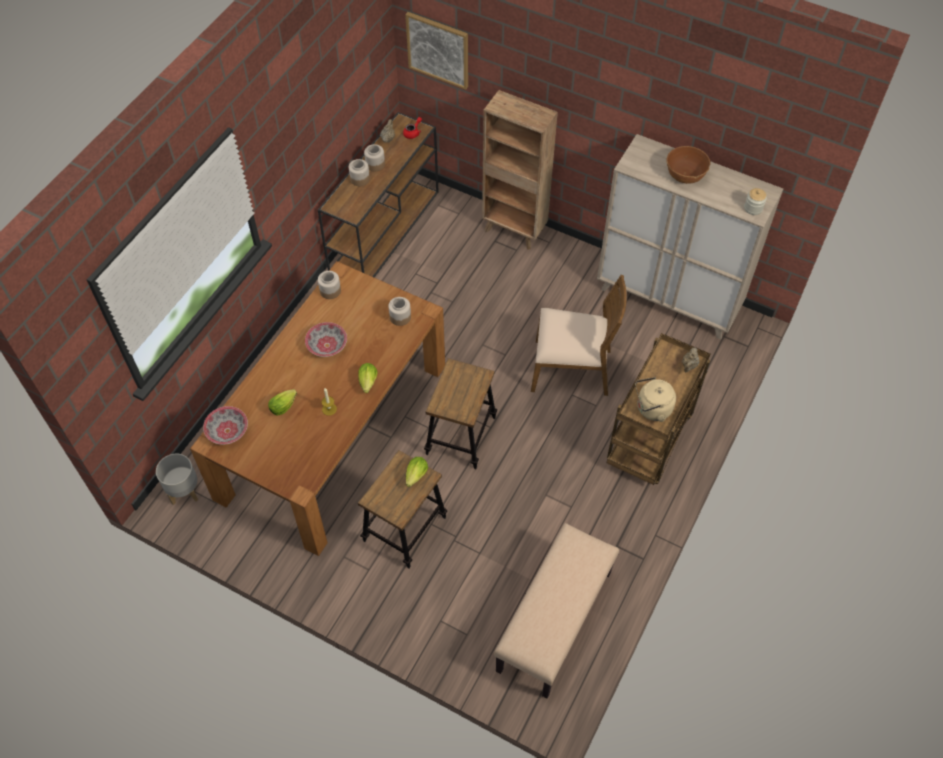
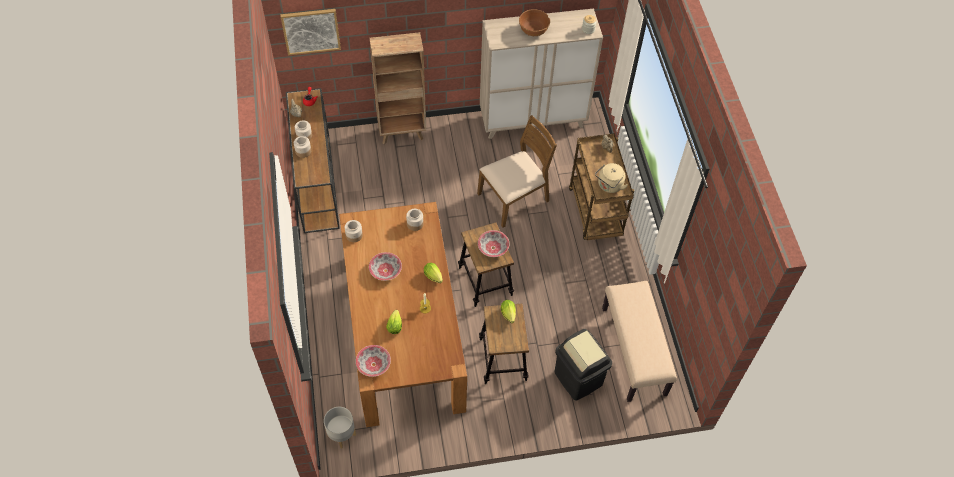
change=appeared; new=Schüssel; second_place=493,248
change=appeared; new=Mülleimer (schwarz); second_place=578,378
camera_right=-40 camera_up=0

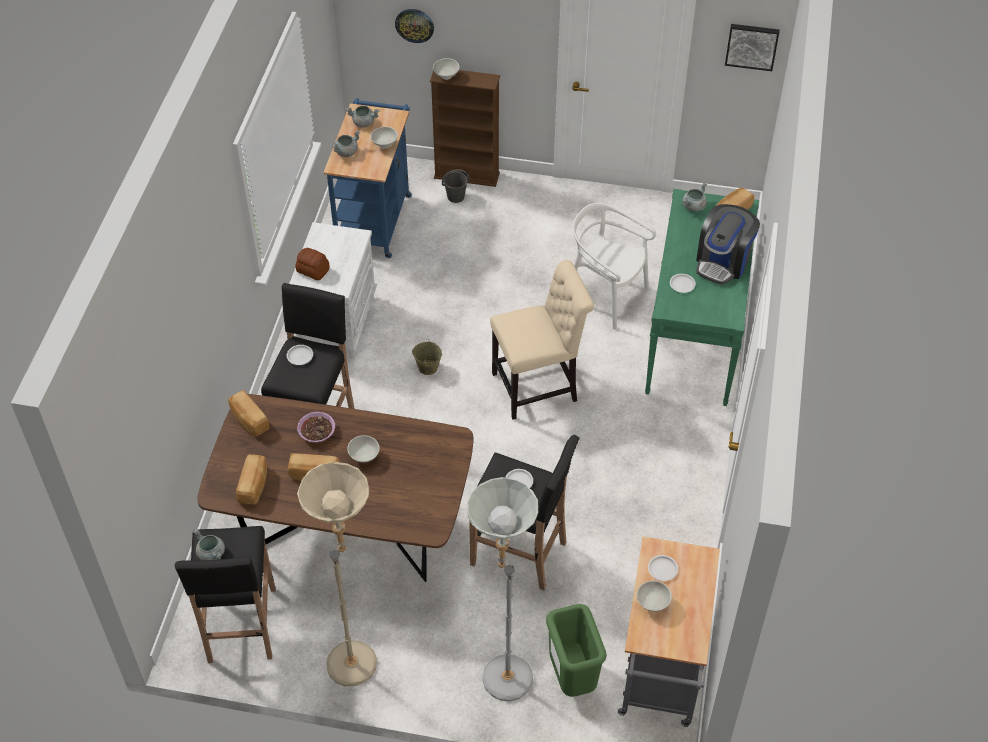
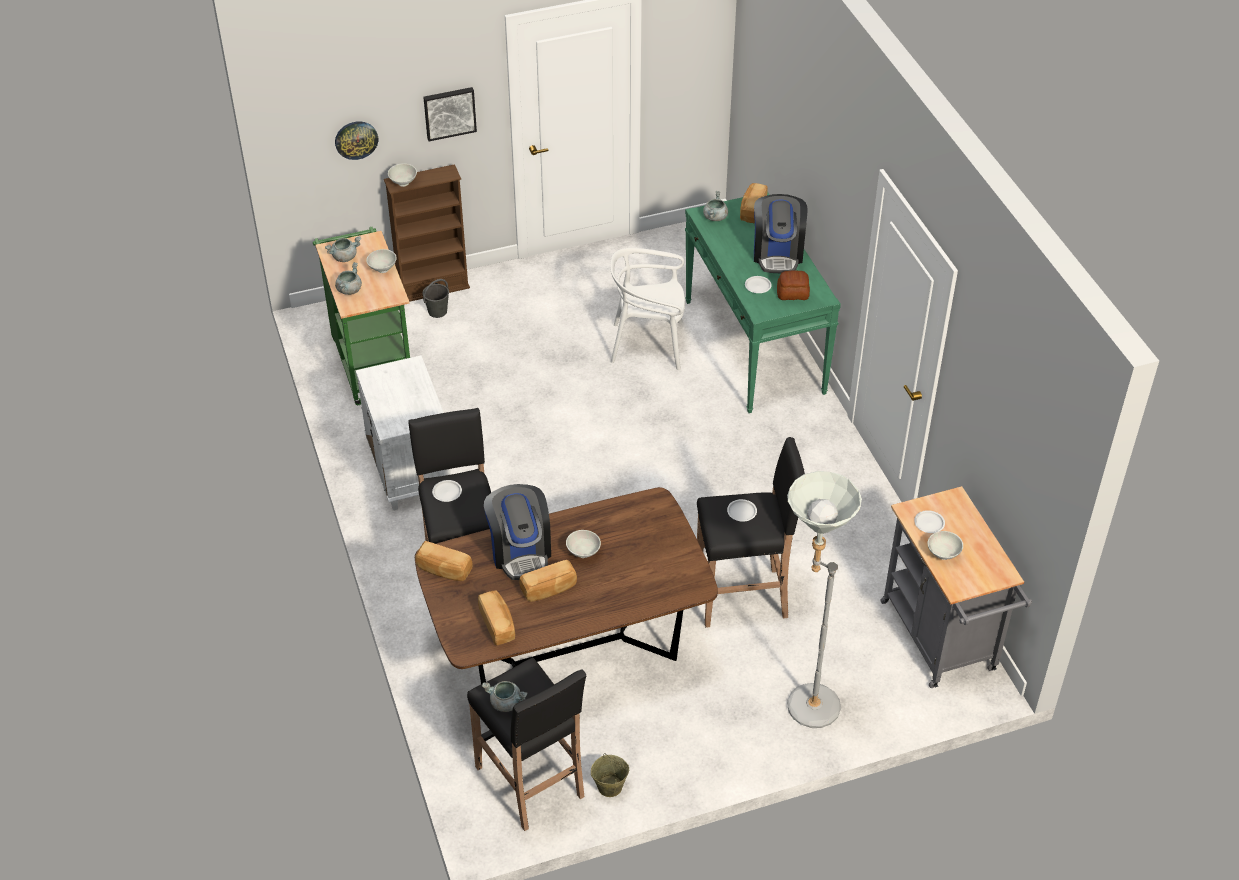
change=colour; old=Rollwagen (blau); new=Rollwagen (grün); first_place=375,218; second_place=371,361
change=relocated; old=Bild; first_place=752,45; second_place=449,112
change=exchanged; old=Schüssel; new=Kaffeemaschine; first_place=317,432; second_place=520,551
change=relocated; old=Eimer (beige); first_place=427,367; second_place=609,786
change=relocated; old=Brot; first_place=313,270; second_place=793,294
change=missing; old=Stehlampe (beige); first_place=355,654
change=missing; old=Stuhl (beige); first_place=539,386
change=missing; old=Mülleimer (grün); first_place=571,678
camera_right=-30 camera_up=-5

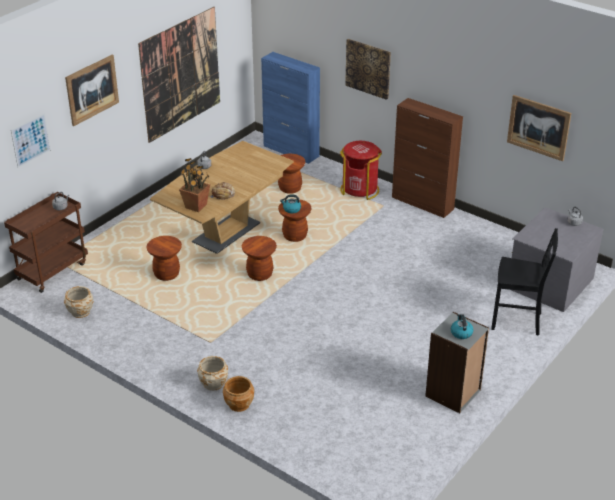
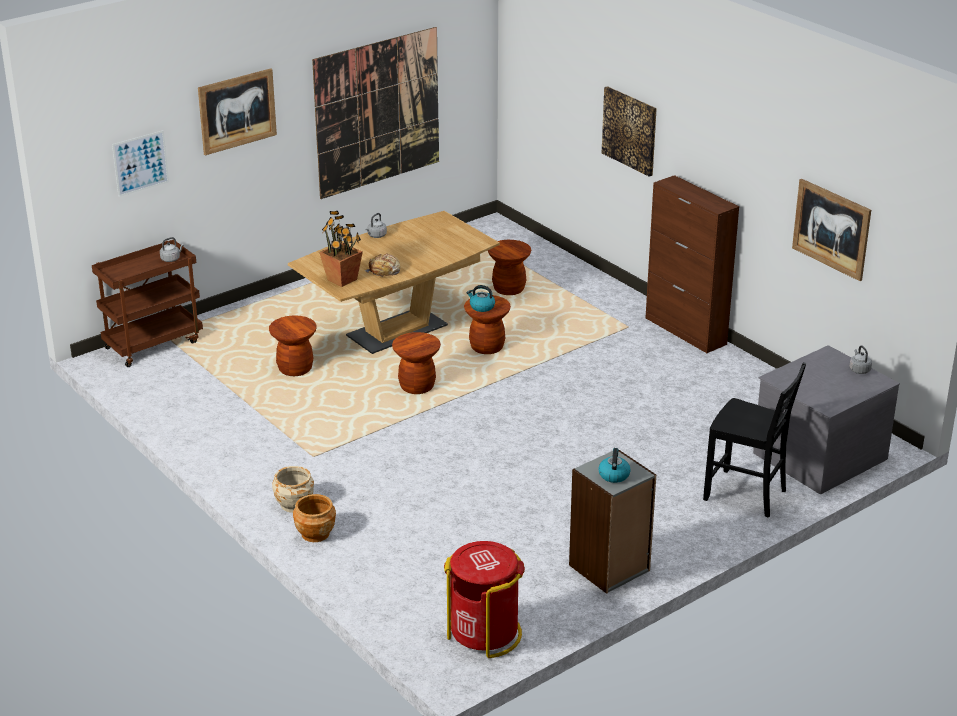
change=relocated; old=Mülleimer (rot); first_place=359,190; second_place=485,633
change=missing; old=Pflanzkübel (beige); first_place=80,312
change=missing; old=Schrank (blau); first_place=291,151
camera_right=15 camera_up=-5

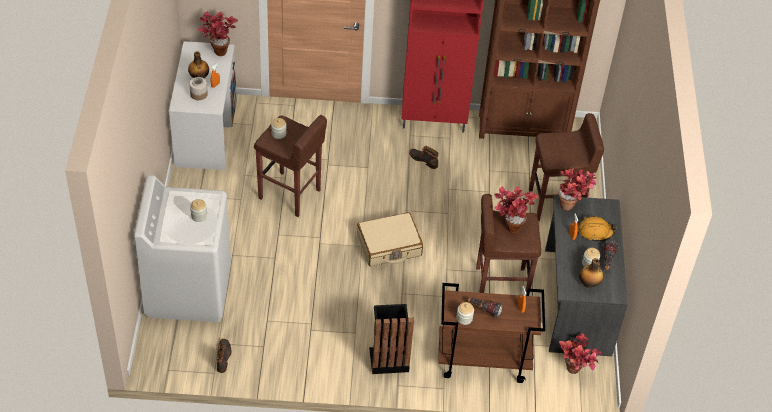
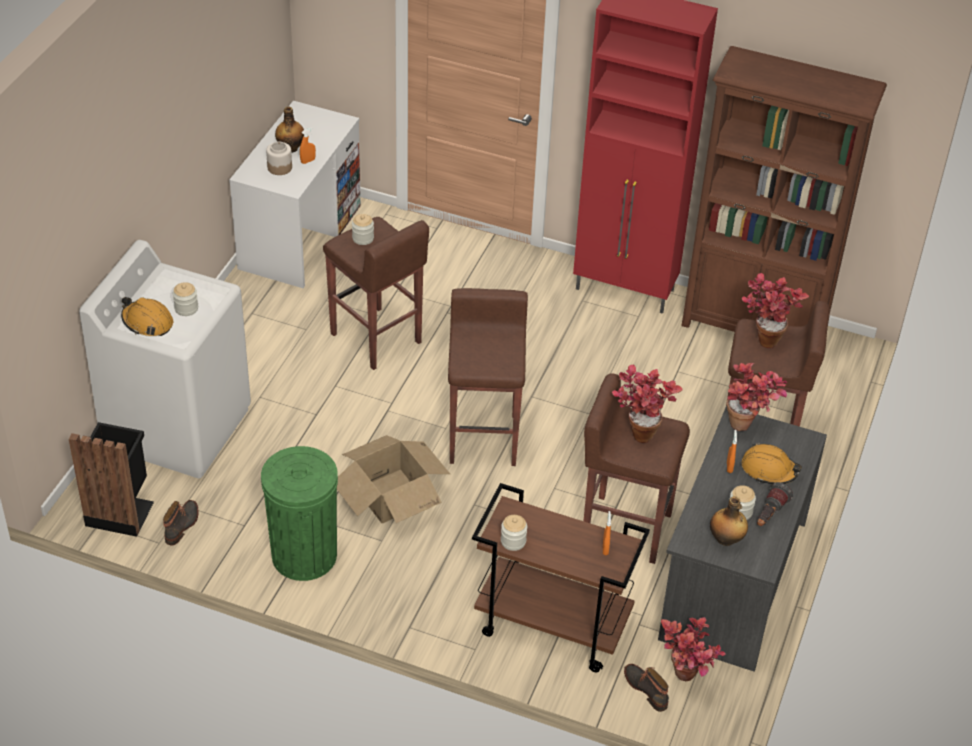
change=relocated; old=Mülleimer (schwarz); first_place=388,357; second_place=120,511
change=appeared; new=Schutzhelm (orange); second_place=147,322
change=appeared; new=Mülleimer (grün); second_place=304,555
change=appeared; new=Karton; second_place=391,495
change=exchanged; old=Koffer (beige); new=Hocker (braun); first_place=389,246; second_place=484,437
change=relocated; old=Stiefel; first_place=424,159; second_place=646,689
change=relocated; old=Topfpflanze; first_place=218,49; second_place=764,337
change=missing; old=Taschenlampe; first_place=483,310
camera_right=20 camera_up=-5

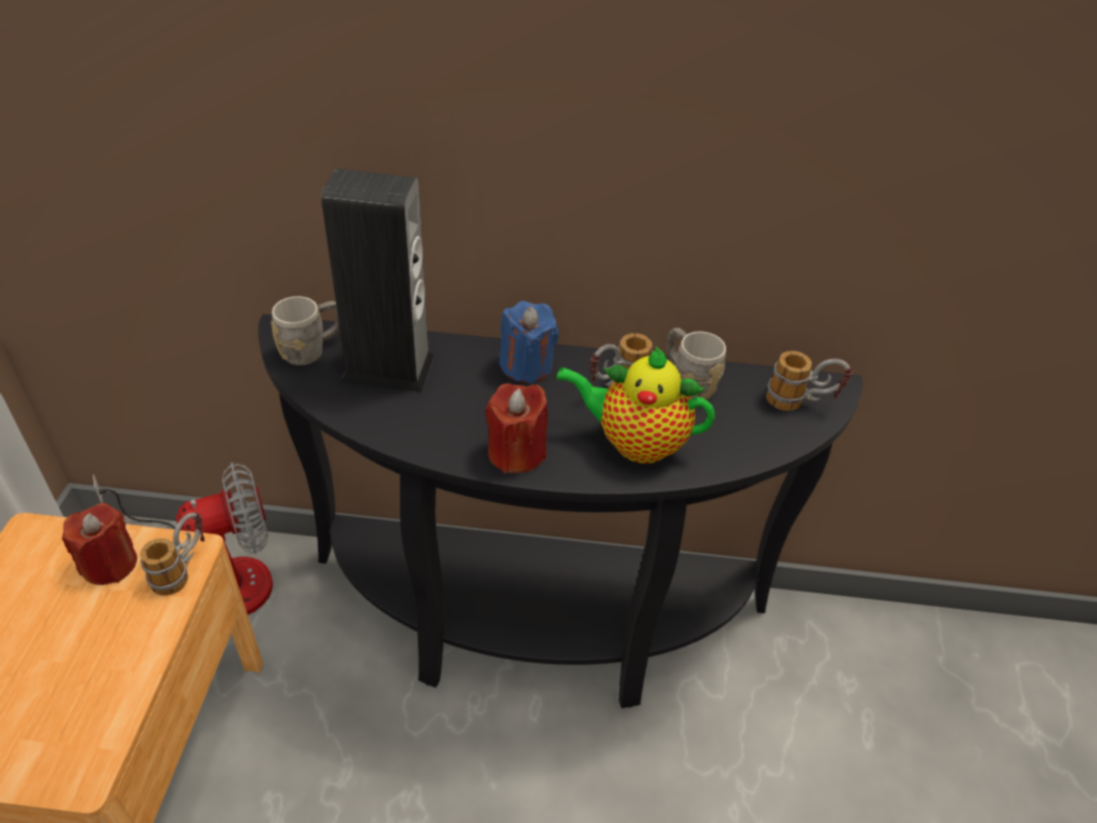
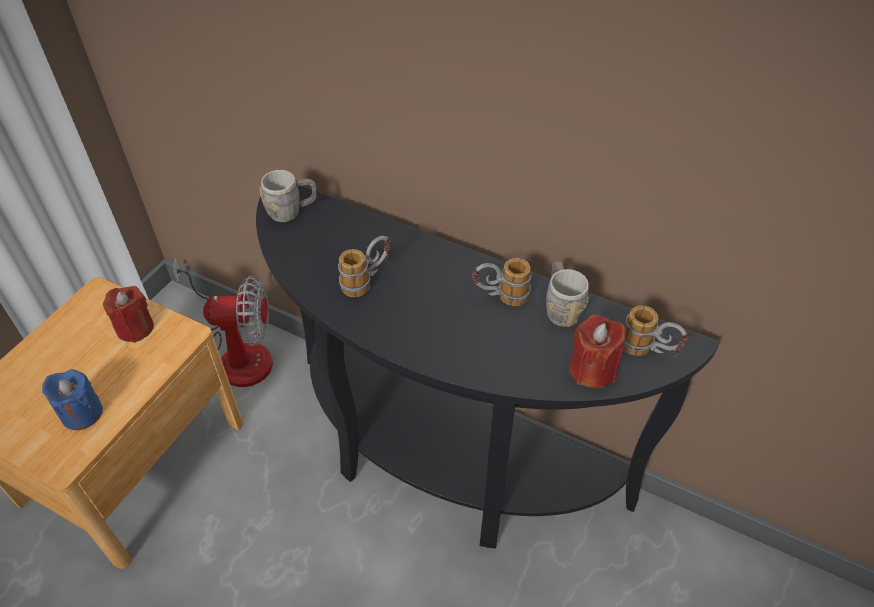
change=relocated; old=Kerze (blau); first_place=526,366; second_place=82,413
change=relocated; old=Henkelbecher; first_place=183,569; second_place=367,280
change=relocated; old=Kerze (rot); first_place=516,453; second_place=592,369
change=missing; old=Lautsprecher; first_place=388,368
change=missing; old=Teekanne; first_place=634,443
camera_right=25 camera_up=5

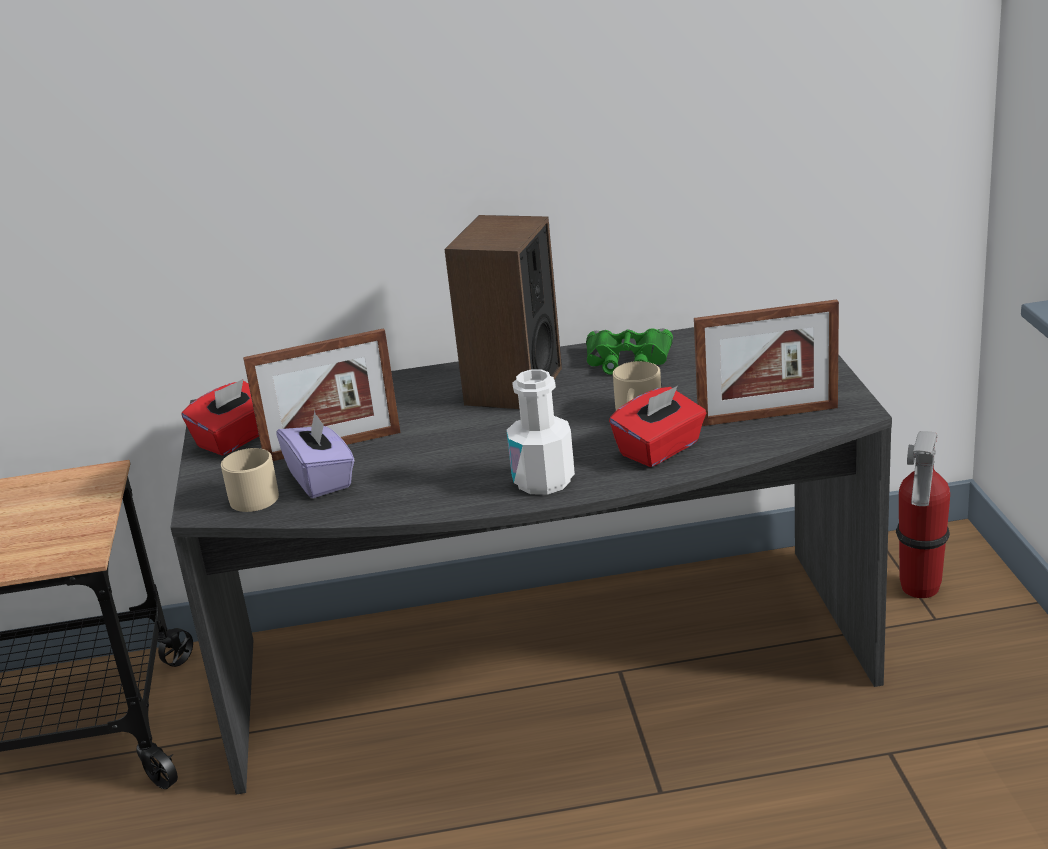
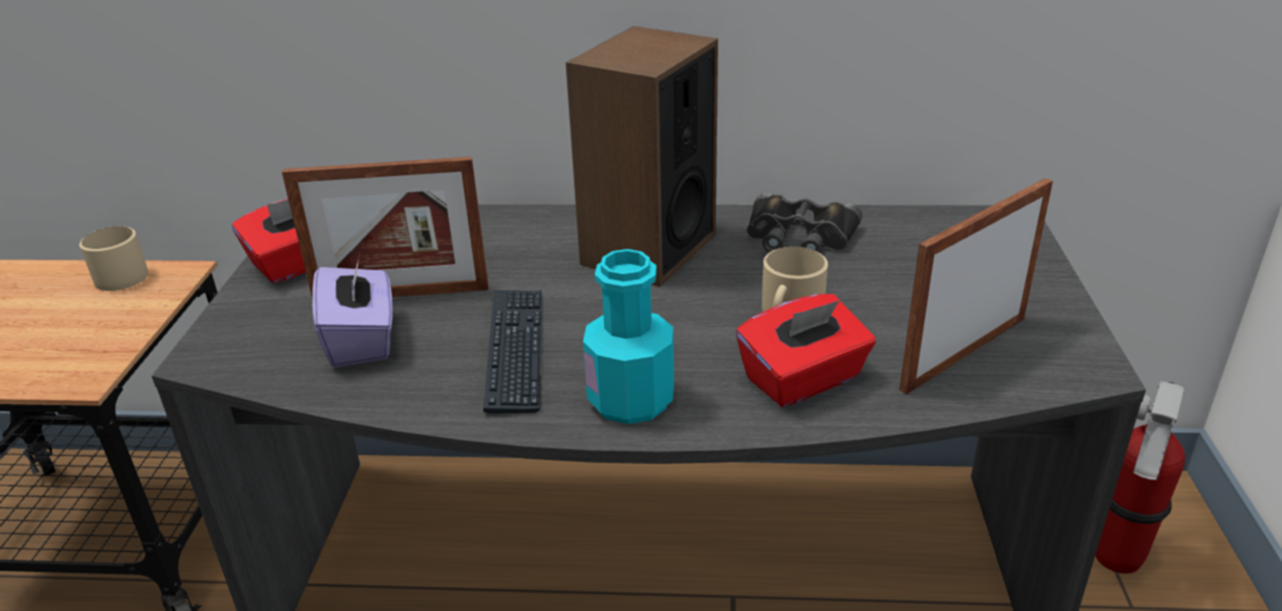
change=relocated; old=Henkelbecher (beige); first_place=252,496; second_place=122,274
change=appeared; new=Tastatur; second_place=515,350
change=colour; old=Flasche (weiß); new=Flasche (türkis); first_place=543,481; second_place=631,400
change=colour; old=Fernglas (grün); new=Fernglas (schwarz); first_place=628,360; second_place=799,237
change=spun; old=Bilderrahmen; first_place=768,416; second_place=964,353; degrees=135
camera_right=10 camera_up=5

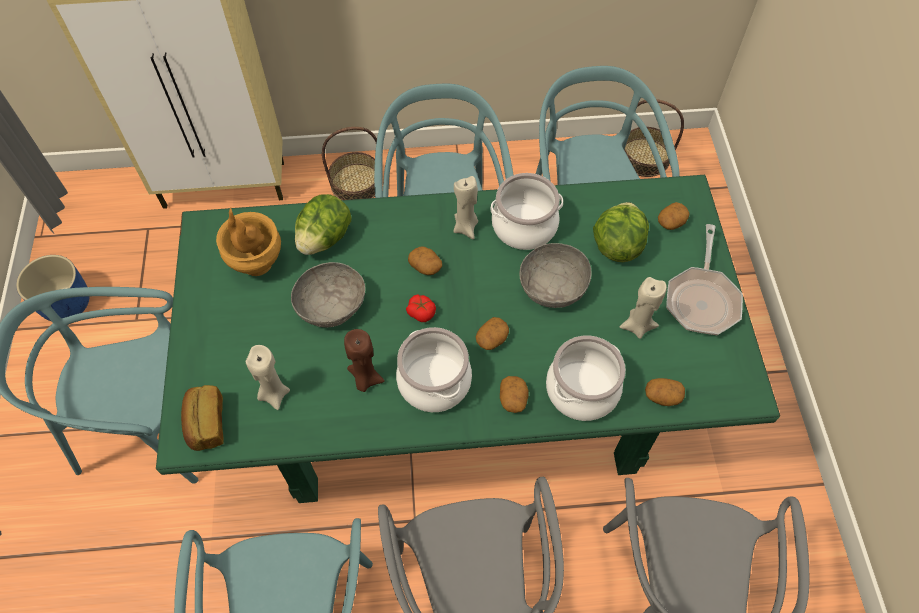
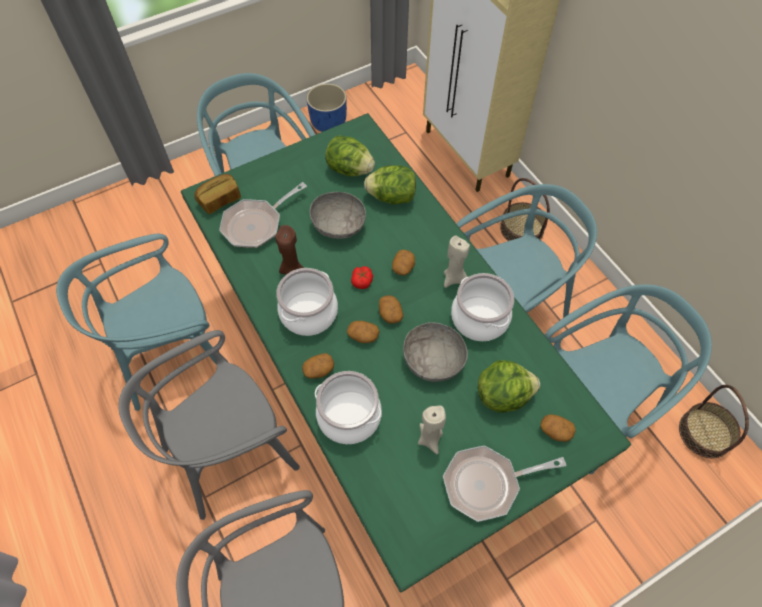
change=exchanged; old=Kerze (beige); new=Pfanne; first_place=274,393; second_place=256,224
change=exchanged; old=Vase (braun); new=Salatkopf; first_place=256,263; second_place=349,169
change=relocated; old=Kartoffel; first_place=662,396; second_place=390,313
camera_right=65 camera_up=0

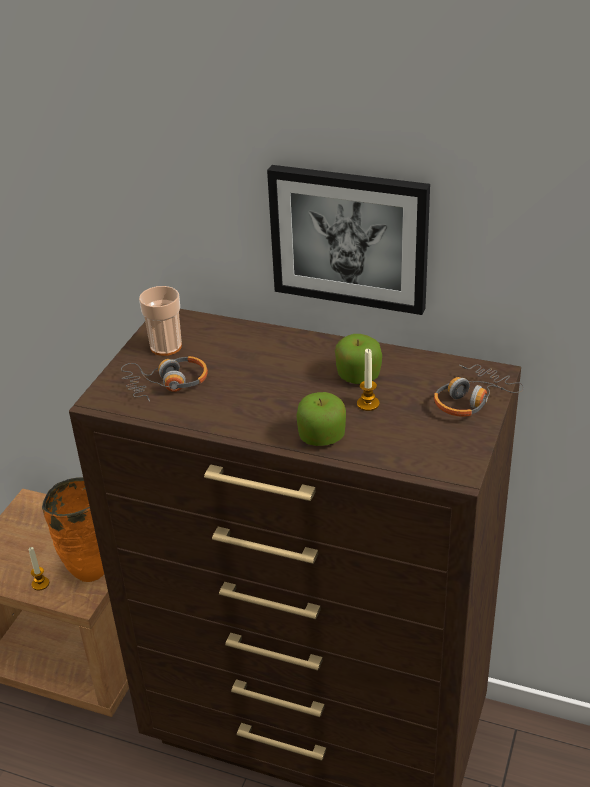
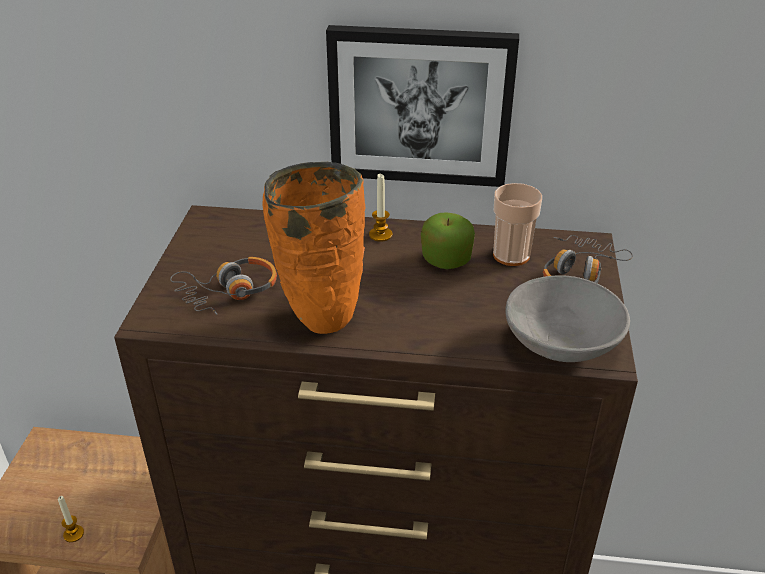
change=relocated; old=Vase (orange); first_place=90,567; second_place=322,315
change=relocated; old=Kerze; first_place=368,404; second_place=380,235
change=relocated; old=Tasse; first_place=166,347; second_place=511,255
change=appeared; new=Schüssel (grau); second_place=560,343
change=missing; old=Apfel; first_place=322,436
camera_right=-15 camera_up=0

